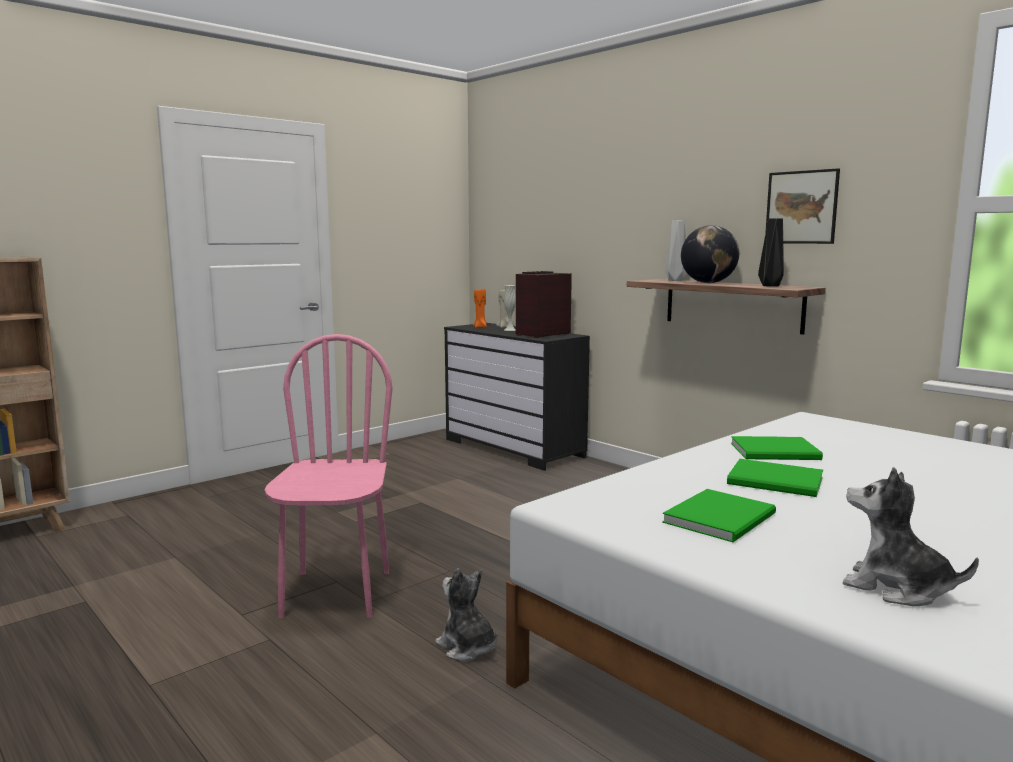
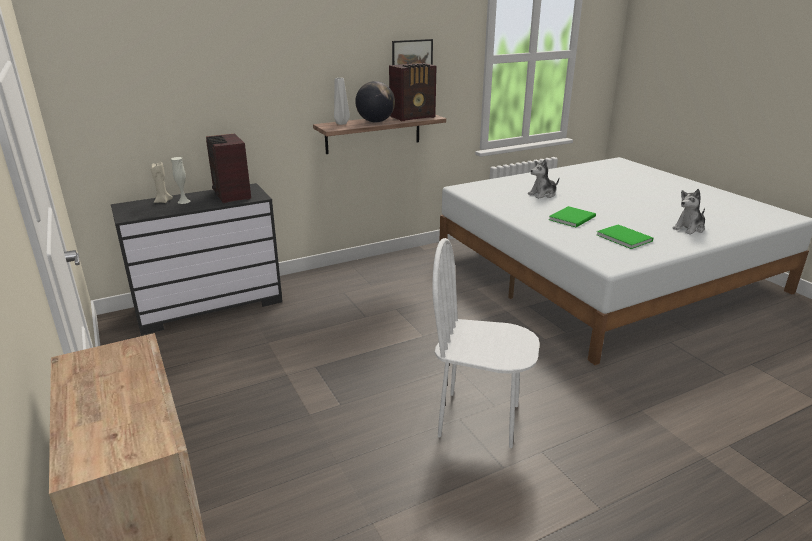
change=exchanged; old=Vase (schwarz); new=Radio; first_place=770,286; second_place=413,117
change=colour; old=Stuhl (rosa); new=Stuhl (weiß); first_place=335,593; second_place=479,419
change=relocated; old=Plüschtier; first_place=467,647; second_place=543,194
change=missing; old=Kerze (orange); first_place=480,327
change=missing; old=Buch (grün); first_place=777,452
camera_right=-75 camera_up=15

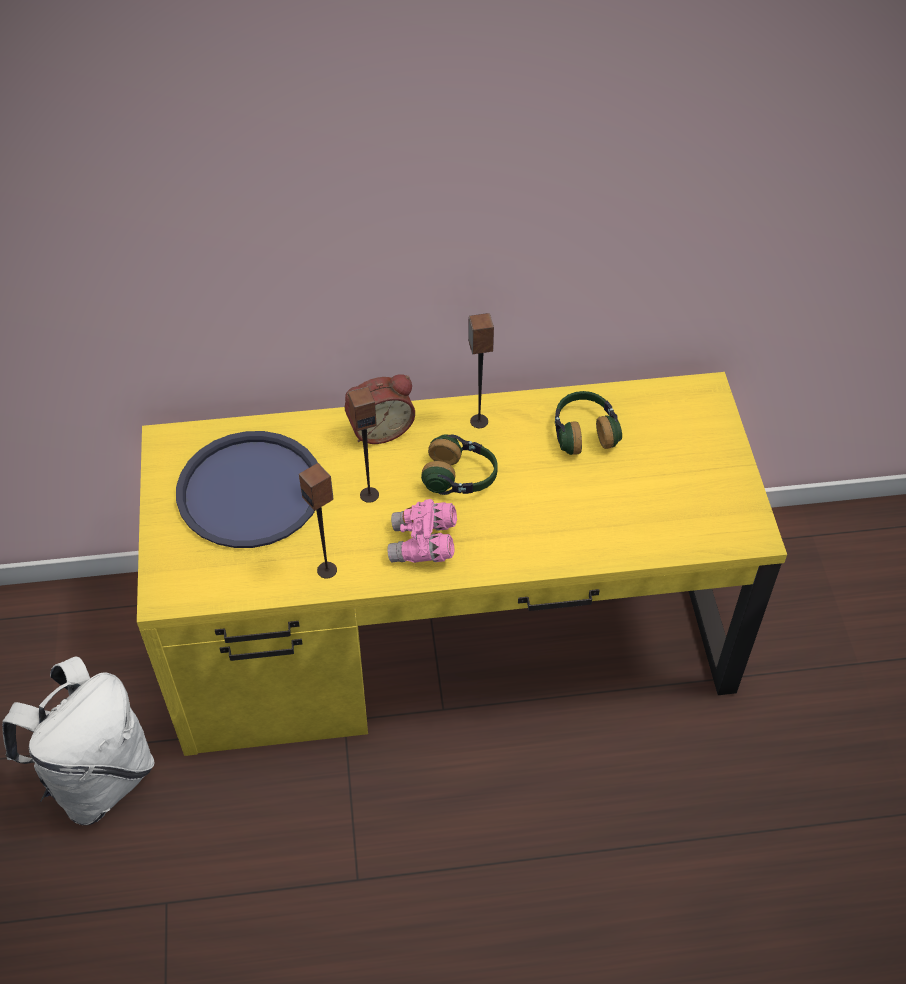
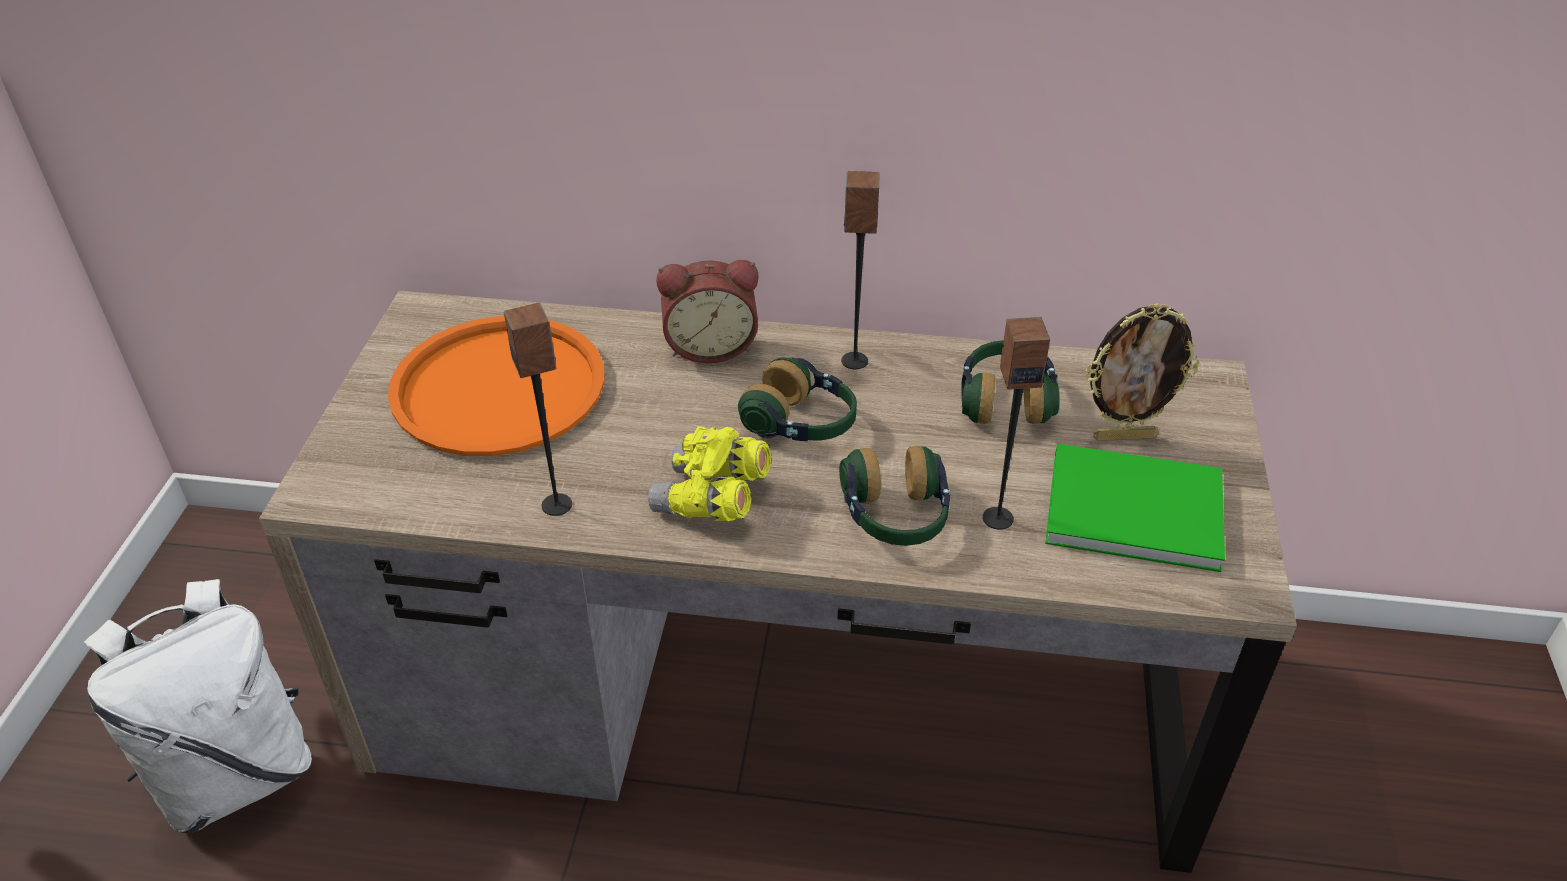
change=colour; old=Schreibtisch (gelb); new=Schreibtisch (braun); first_place=452,633; second_place=783,691
change=colour; old=Tablett (blau); new=Tablett (orange); first_place=250,490; second_place=498,387
change=colour; old=Fernglas (rosa); new=Fernglas (gelb); first_place=423,545; second_place=711,499
change=appeared; new=Kopfhörer; second_place=896,517
change=relocated; old=Lautsprecher; first_place=369,494; second_place=998,518
change=appeared; new=Buch (grün); second_place=1128,506
change=appeared; new=Bilderrahmen; second_place=1124,436
camera_right=15 camera_up=-10

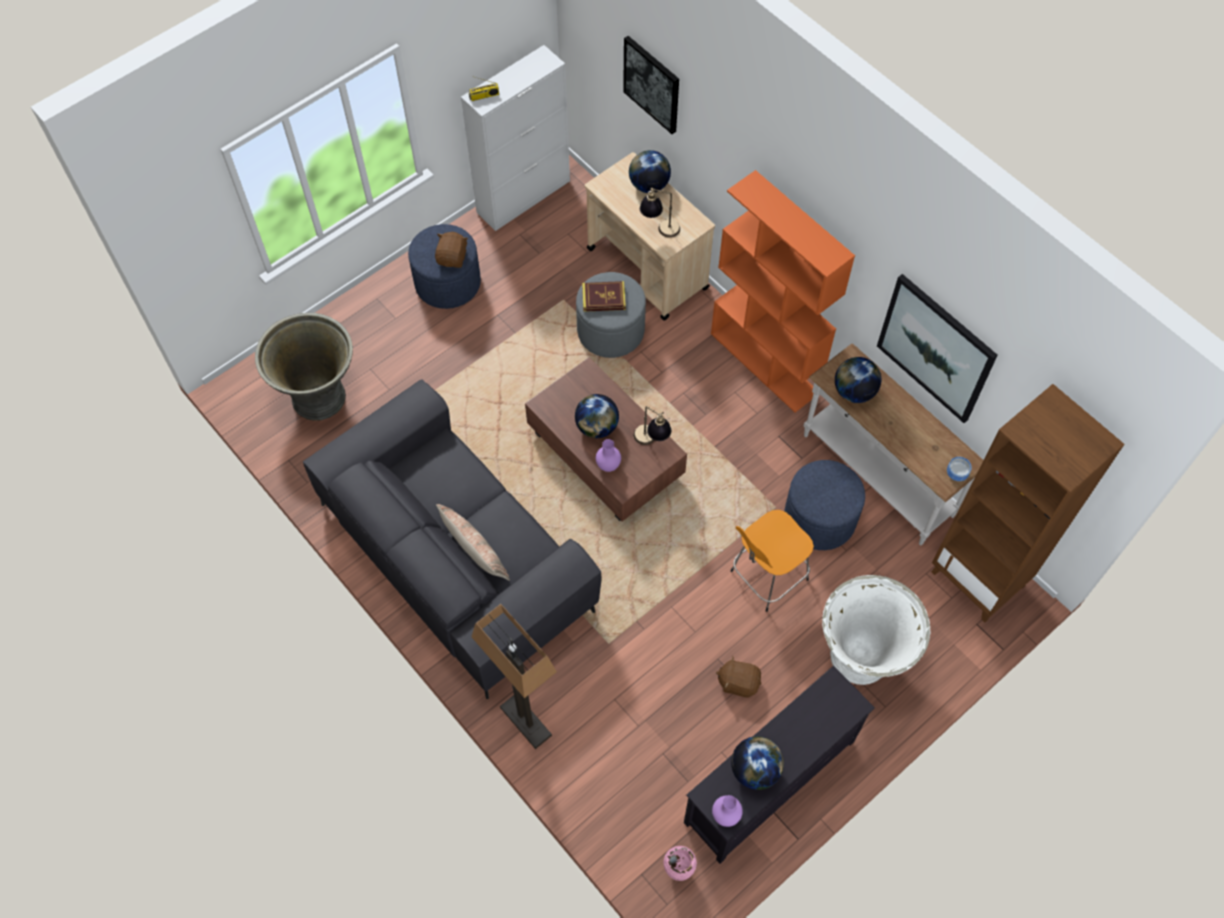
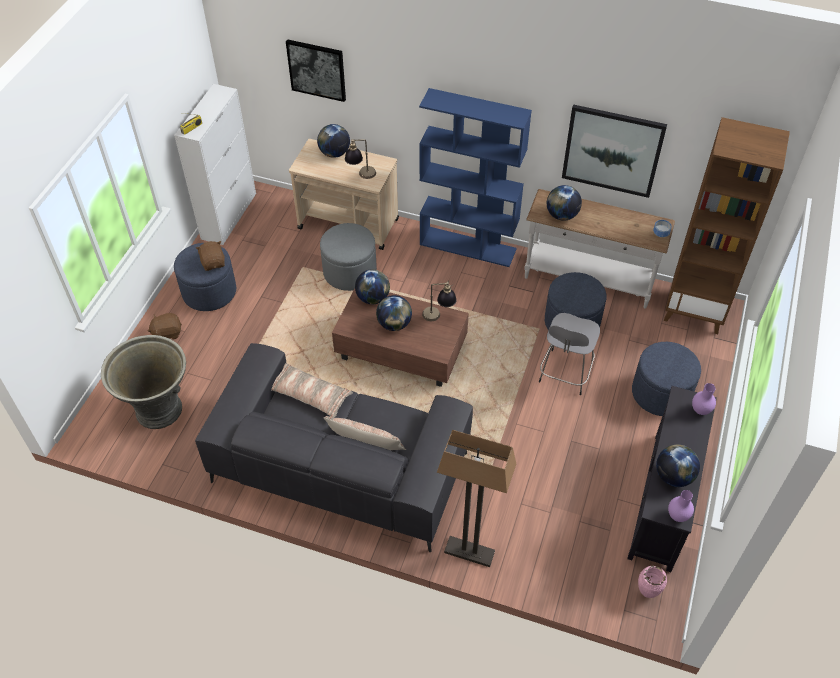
change=relocated; old=Plüschtier (braun); first_place=738,682; second_place=167,333
change=appeared; new=Kissen; second_place=310,395
change=appeared; new=Globus; second_place=373,298
change=colour; old=Bücherregal (orange); new=Bücherregal (blau); first_place=765,363; second_place=468,246
change=colour; old=Hocker (orange); new=Hocker (grau); first_place=767,577; second_place=565,374
change=exchanged; old=Pflanzkübel (weiß); new=Polsterhocker (blau); first_place=860,658; second_place=661,393
change=relocated; old=Vase (lila); first_place=608,465; second_place=700,410
change=missing; old=Buch; first_place=603,298
camera_right=-30 camera_up=-10

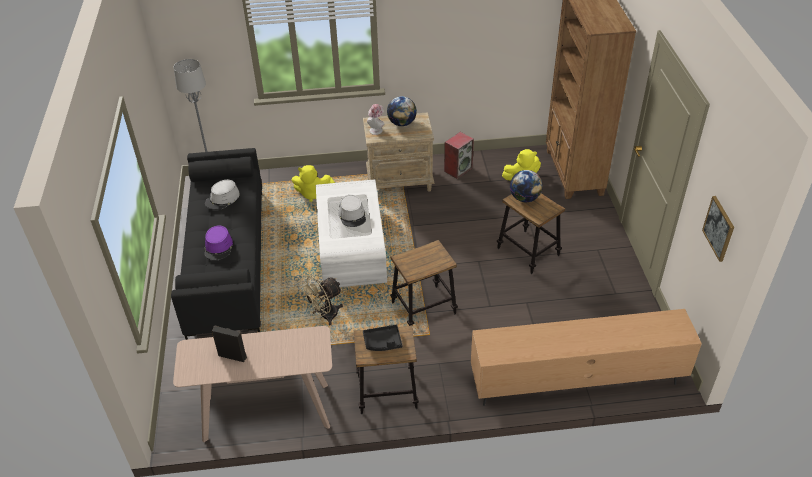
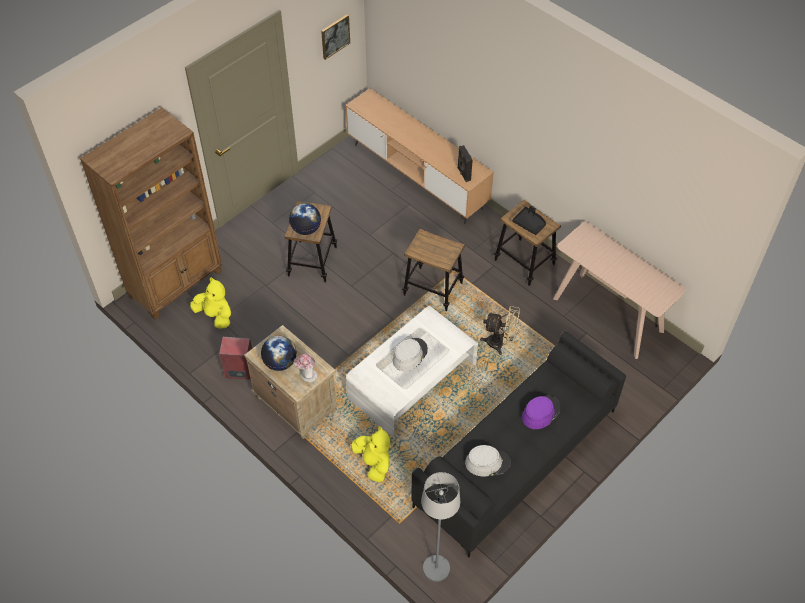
change=relocated; old=Lautsprecher (schwarz); first_place=233,355; second_place=463,174
camera_right=-130 camera_up=10

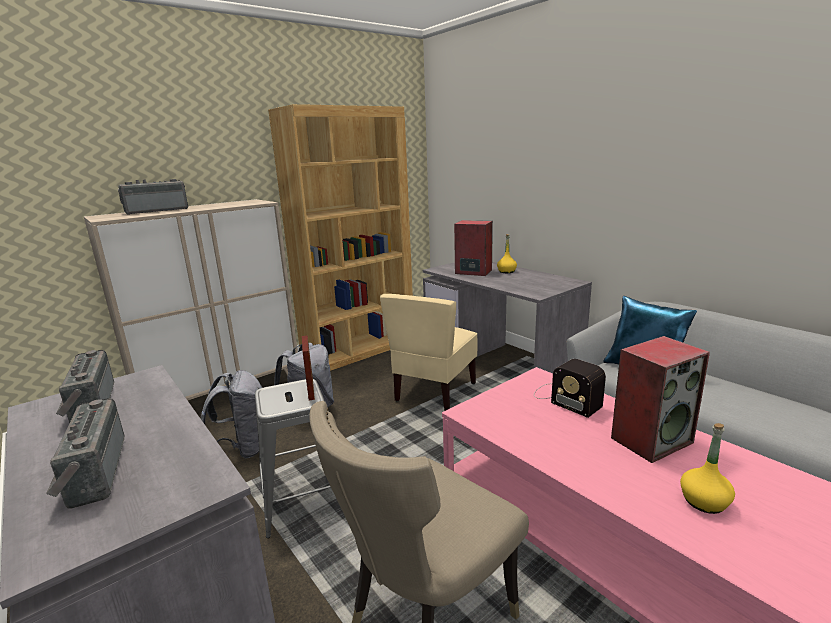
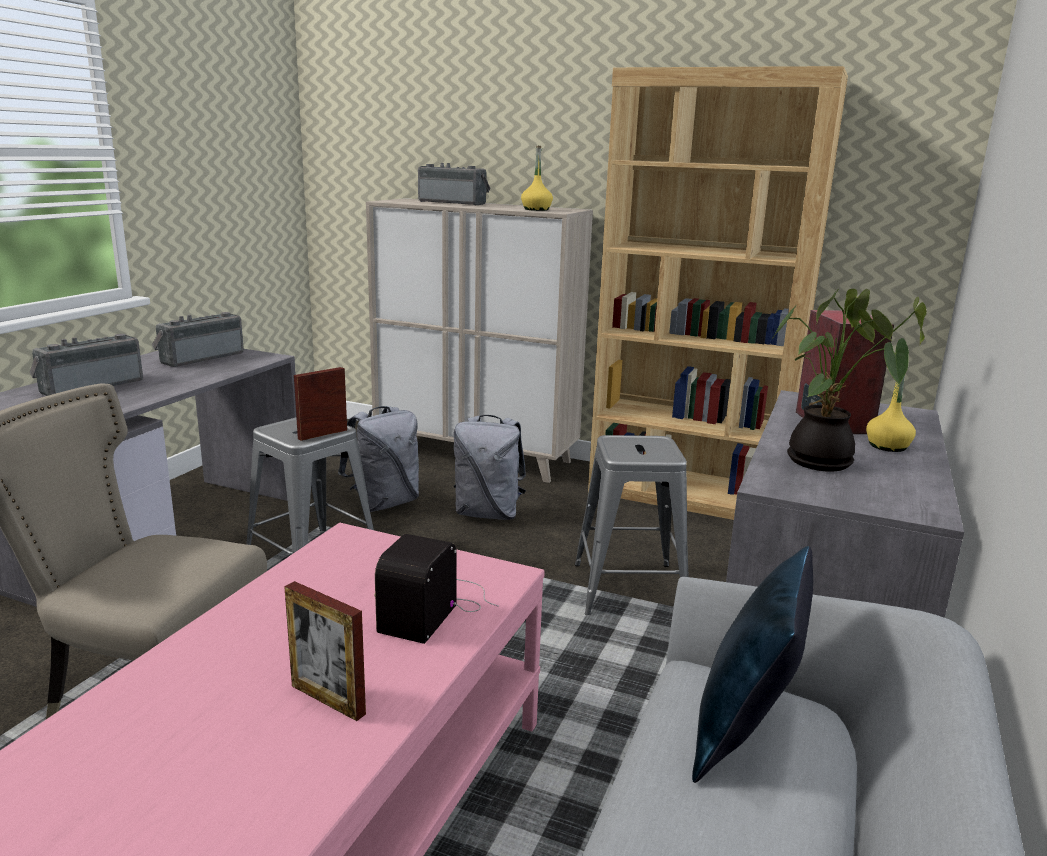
change=exchanged; old=Lautsprecher; new=Bilderrahmen; first_place=651,439; second_place=328,700
change=relocated; old=Flasche (gelb); first_place=704,501; second_place=536,209
change=exchanged; old=Stuhl (beige); new=Hocker (grau); first_place=434,392; second_place=629,589
change=appeared; new=Topfpflanze; second_place=824,463
camera_right=60 camera_up=0

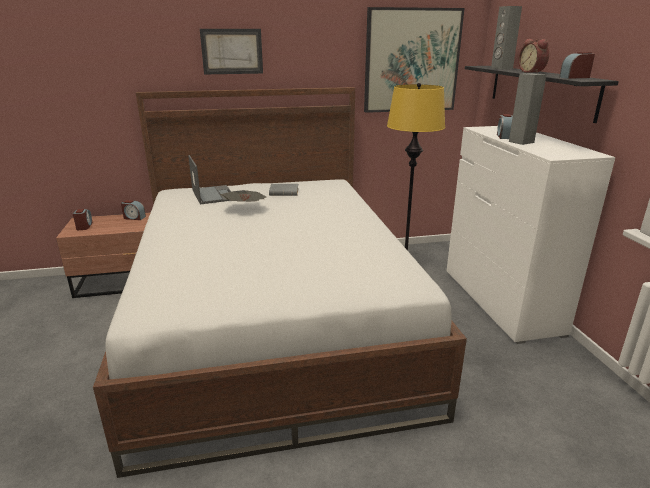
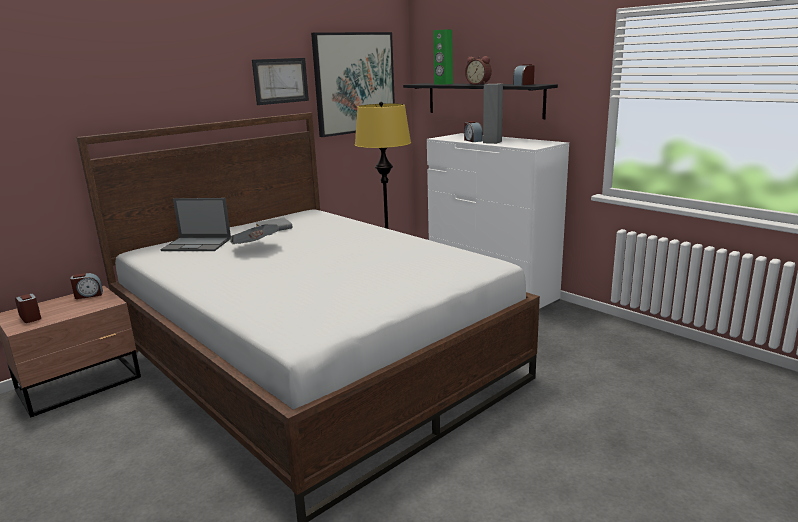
change=spun; old=Laptop; first_place=213,194; second_place=197,244; degrees=150
change=relocated; old=Bild; first_place=232,51; second_place=280,81
change=colour; old=Lautsprecher (grau); new=Lautsprecher (grün); first_place=501,68; second_place=443,84
camera_right=-30 camera_up=-5

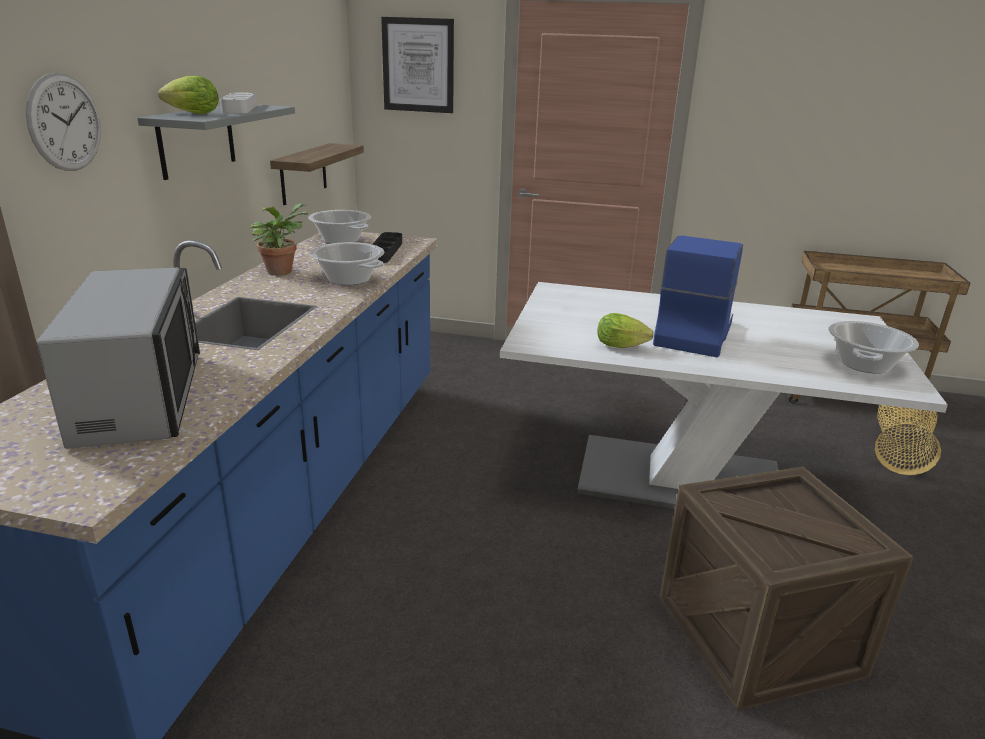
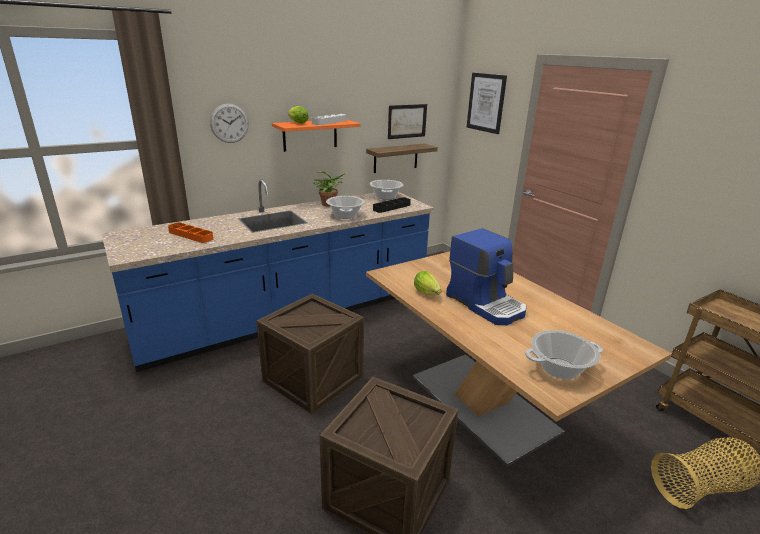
change=exchanged; old=Mikrowelle; new=Tablett (orange); first_place=142,396; second_place=191,235
change=appeared; new=Kiste; second_place=313,379
change=colour; old=Wandregal (grau); new=Wandregal (orange); first_place=197,140; second_place=310,135
change=colour; old=Esstisch (weiß); new=Esstisch (braun); first_place=680,479; second_place=482,404
change=appeared; new=Bild; second_place=407,121
change=spun; old=Kaffeemaschine; first_place=692,333; second_place=486,304; degrees=75
camera_right=45 camera_up=0

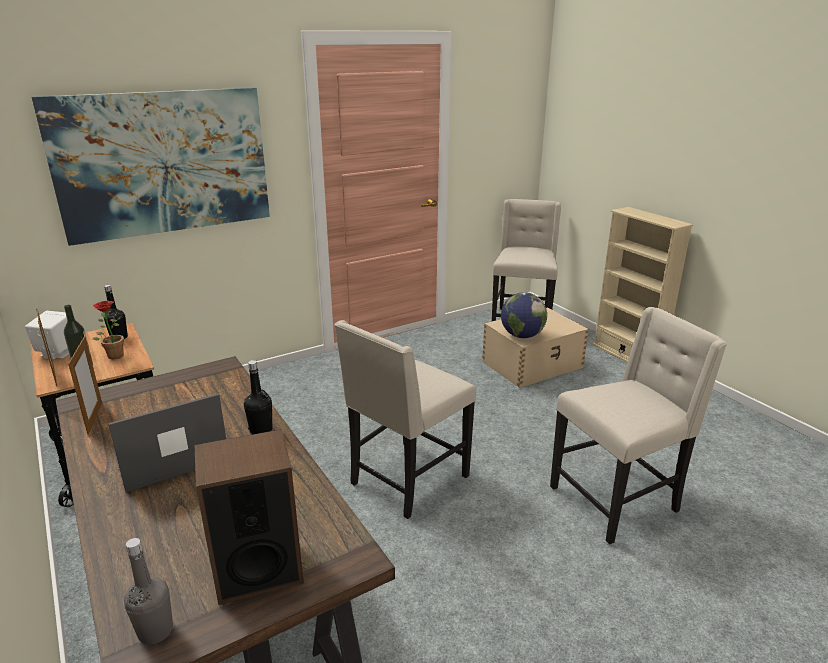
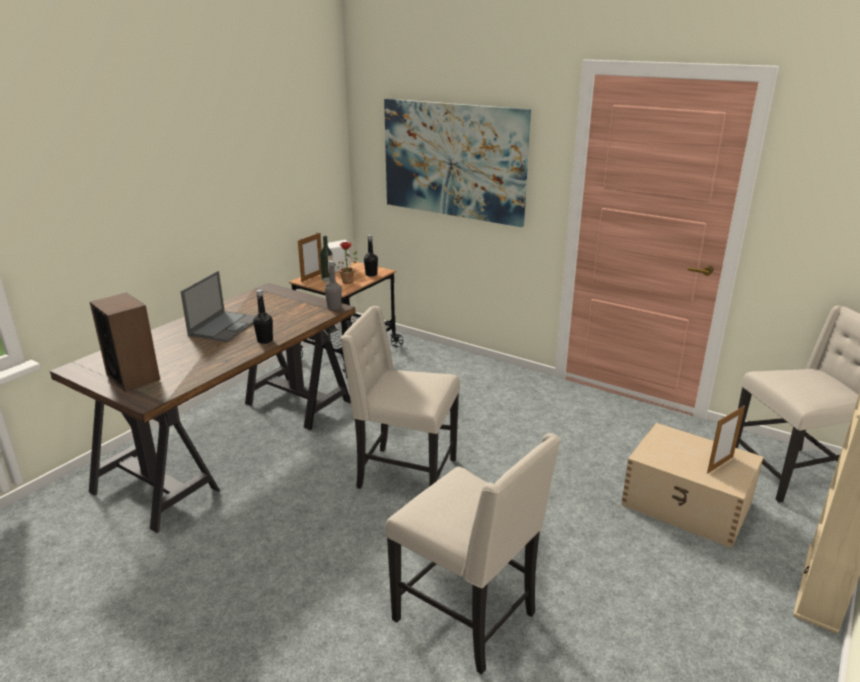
change=spun; old=Laptop; first_place=170,457; second_place=225,326; degrees=75
change=relocated; old=Flasche (grau); first_place=155,631; second_place=334,307
change=relocated; old=Bilderrahmen; first_place=95,418; second_place=720,465
change=missing; old=Globus; first_place=522,335
camera_right=65 camera_up=0

